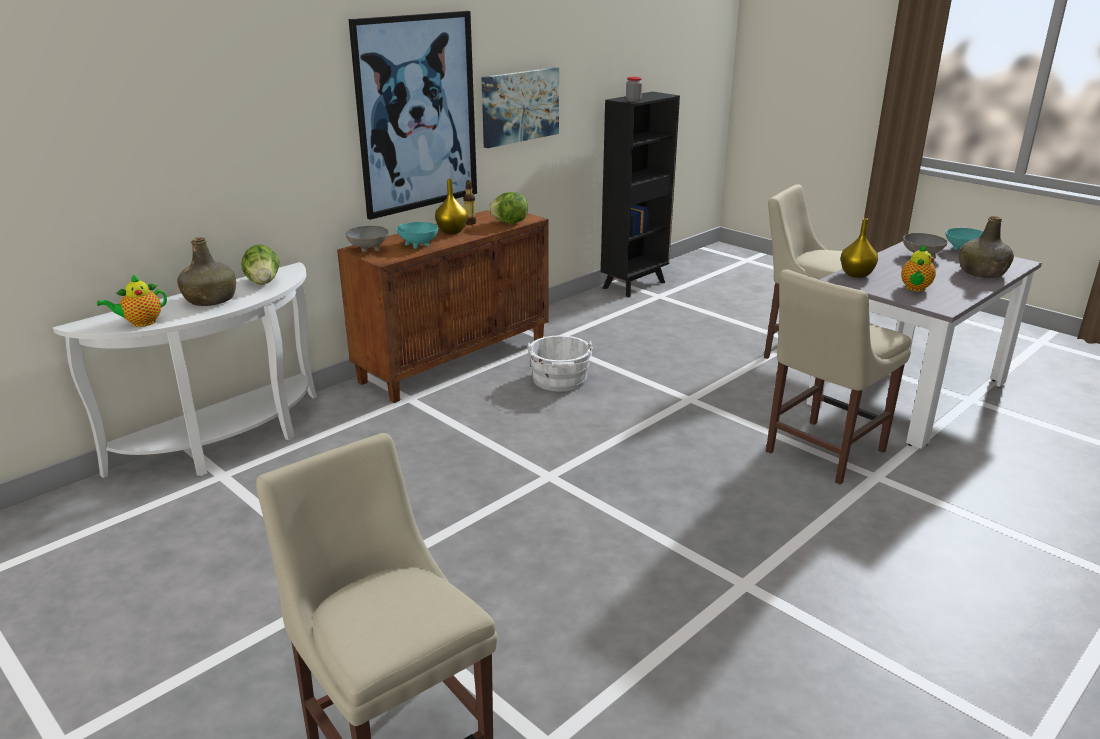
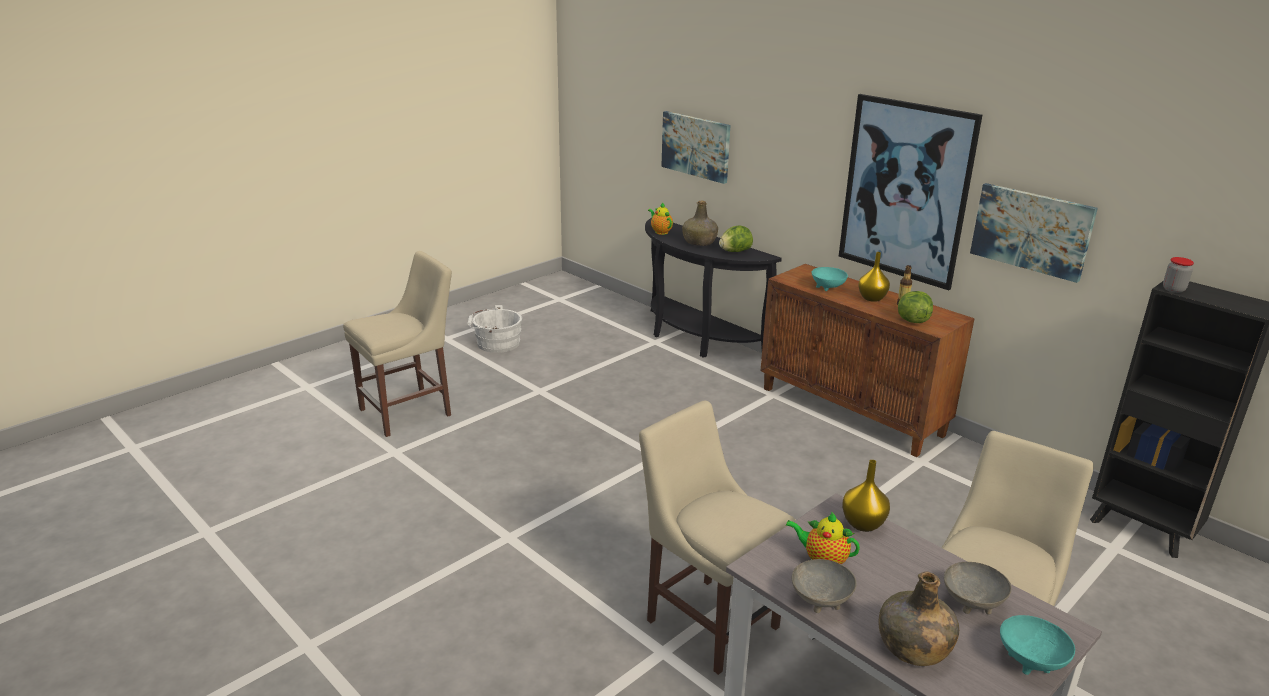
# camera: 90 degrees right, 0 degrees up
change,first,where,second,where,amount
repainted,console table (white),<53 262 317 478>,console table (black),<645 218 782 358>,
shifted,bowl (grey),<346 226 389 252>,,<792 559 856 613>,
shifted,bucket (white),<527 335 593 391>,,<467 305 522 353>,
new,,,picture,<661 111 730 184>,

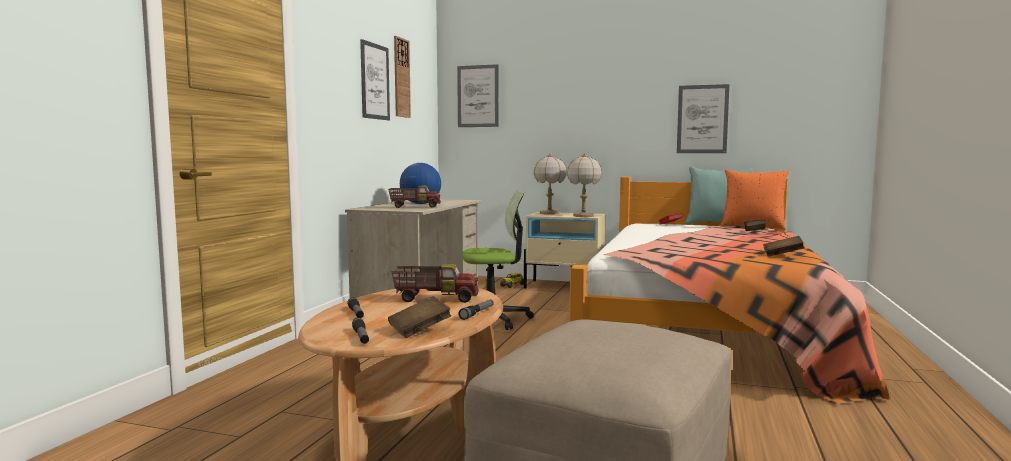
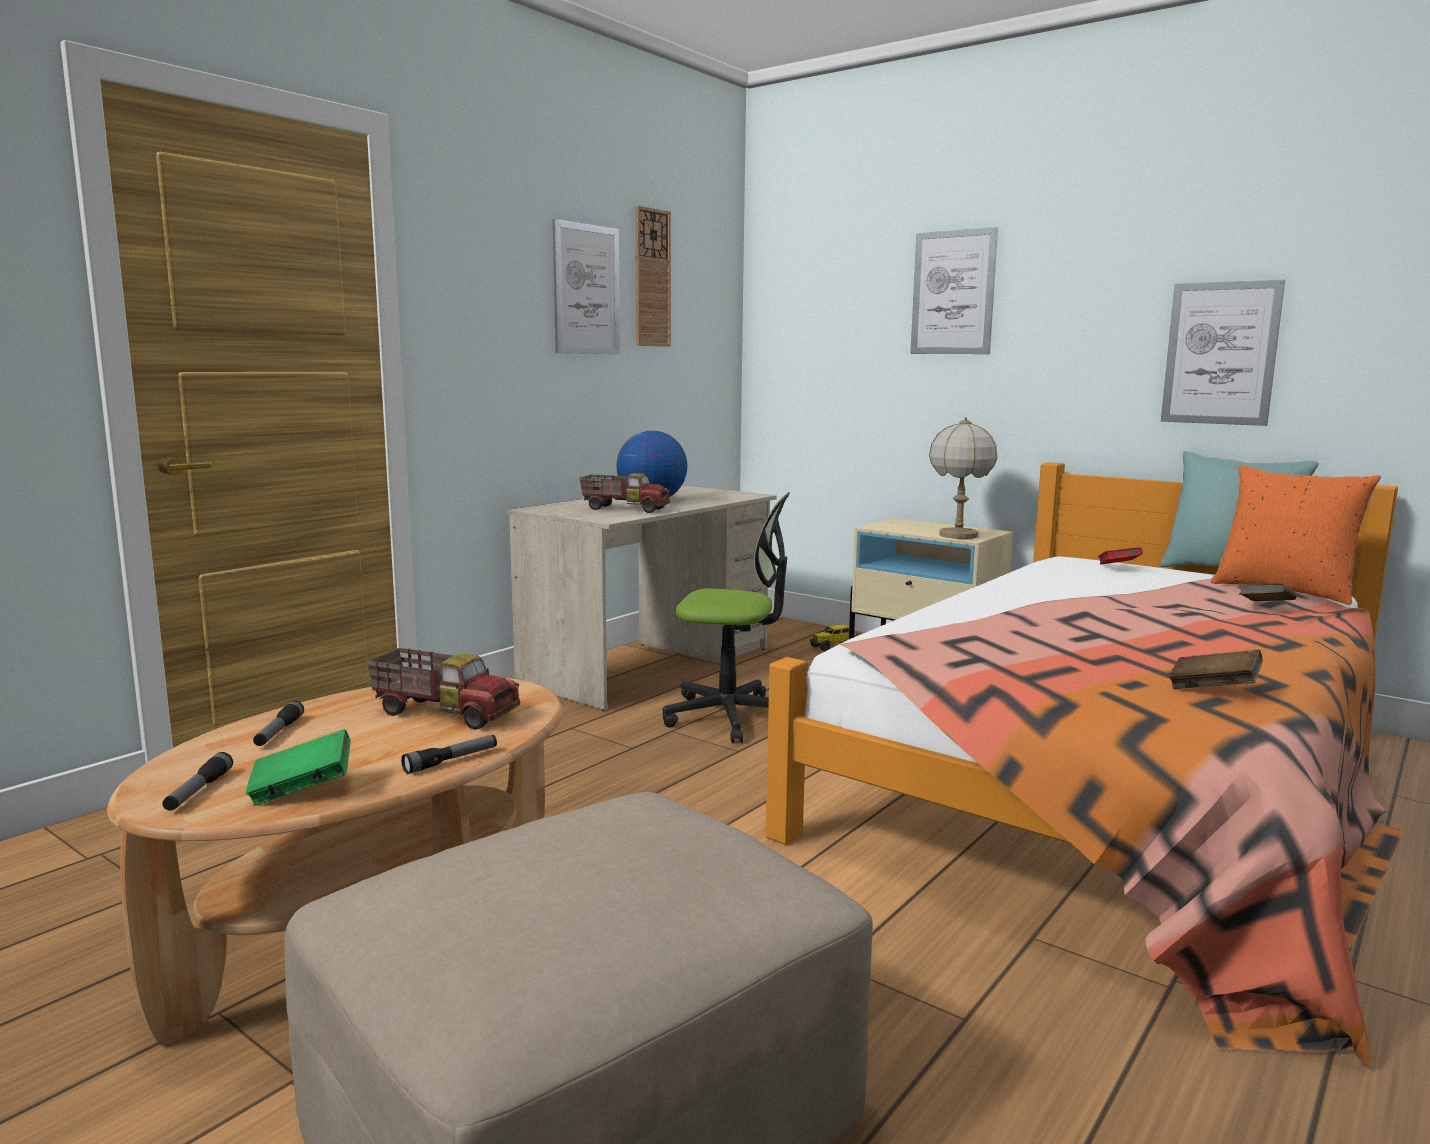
# camera: 20 degrees right, 5 degrees up
change,first,where,second,where,amount
repainted,book (brown),<388 296 451 338>,book (green),<246 729 351 805>,
shifted,picture,<457 64 499 127>,,<910 227 998 354>,
gone,table lamp,<533 153 567 215>,,,

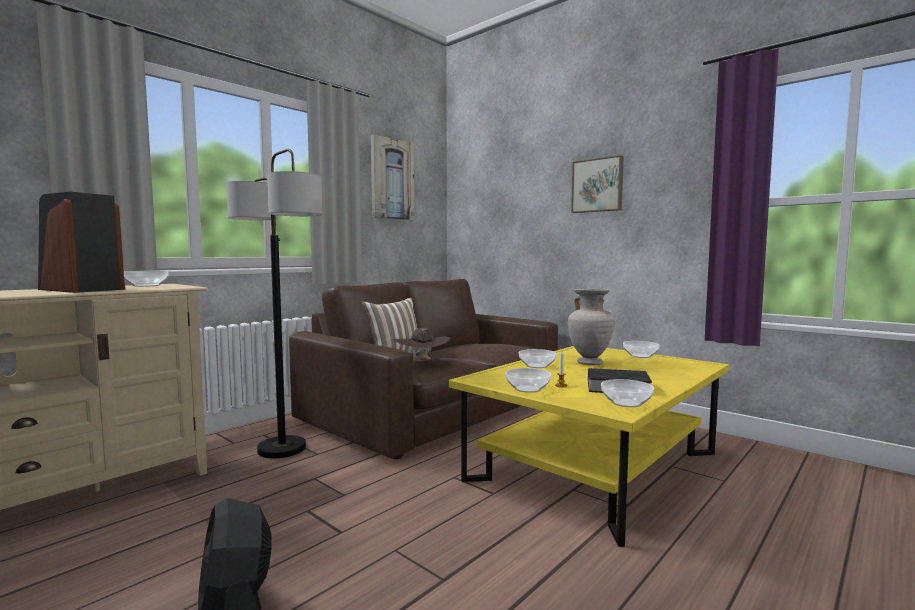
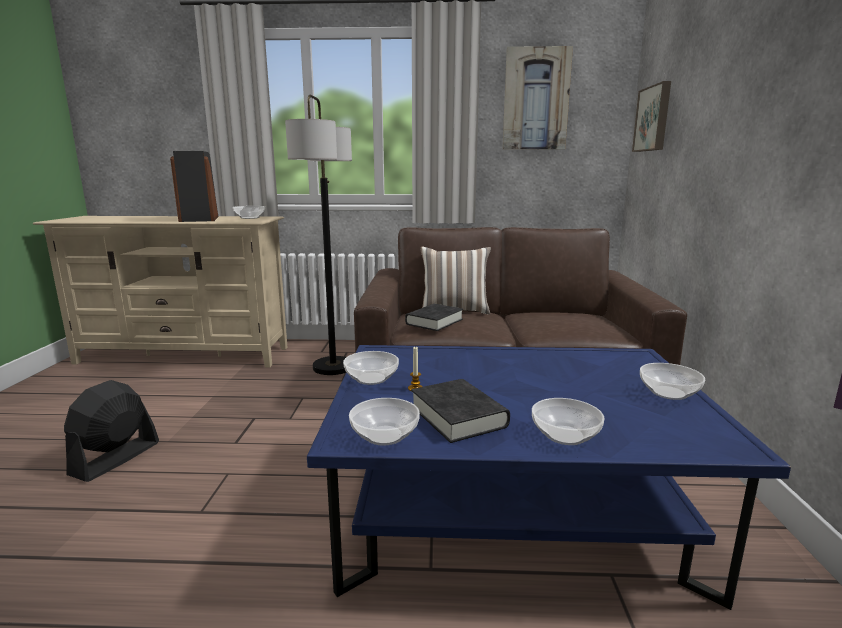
# camera: 50 degrees right, 10 degrees up
change,first,where,second,where,amount
swapped,hat (brown),<393 328 451 361>,book (black),<405 304 463 331>,
repainted,coffee table (yellow),<449 346 729 547>,coffee table (blue),<307 345 791 610>,
shifted,bowl,<519 349 557 368>,,<532 398 605 445>,
gone,vase (beige),<568 289 614 365>,,,
shifted,picture,<571 155 624 213>,,<632 81 671 152>,

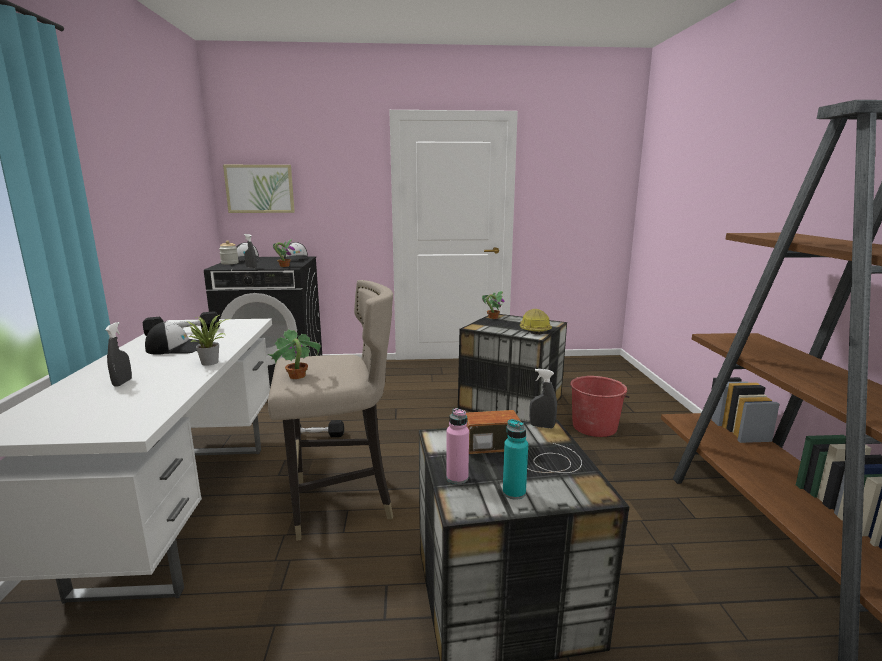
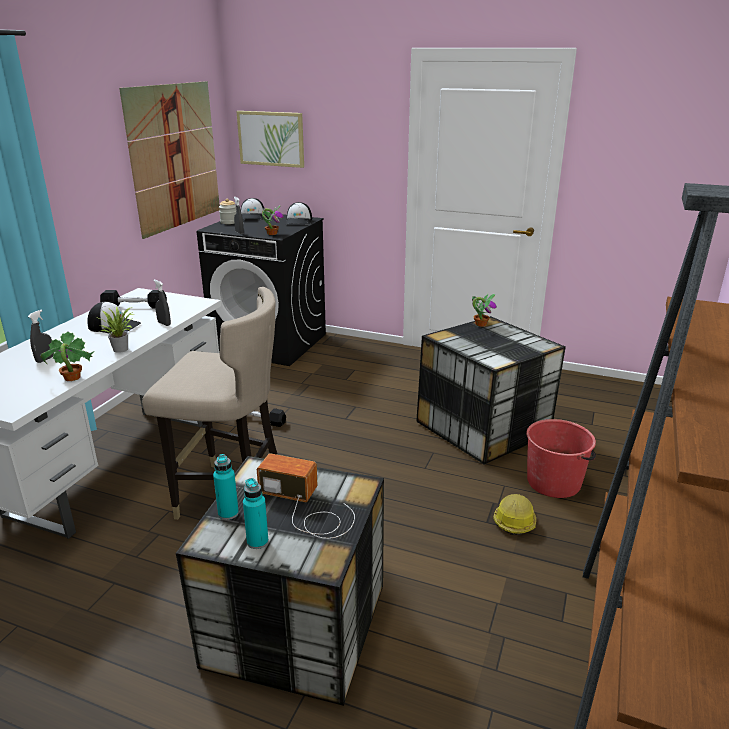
# camera: 25 degrees right, 10 degrees up
change,first,where,second,where,amount
shifted,potted plant,<268 329 321 379>,,<40 332 94 381>,
repainted,bottle (pink),<446 408 469 484>,bottle (turquoise),<213 454 239 520>,
shifted,hard hat,<520 309 552 335>,,<493 494 536 535>,
shifted,spray bottle (grey),<529 369 557 428>,,<153 280 171 326>,
new,,,picture,<119 81 220 239>,

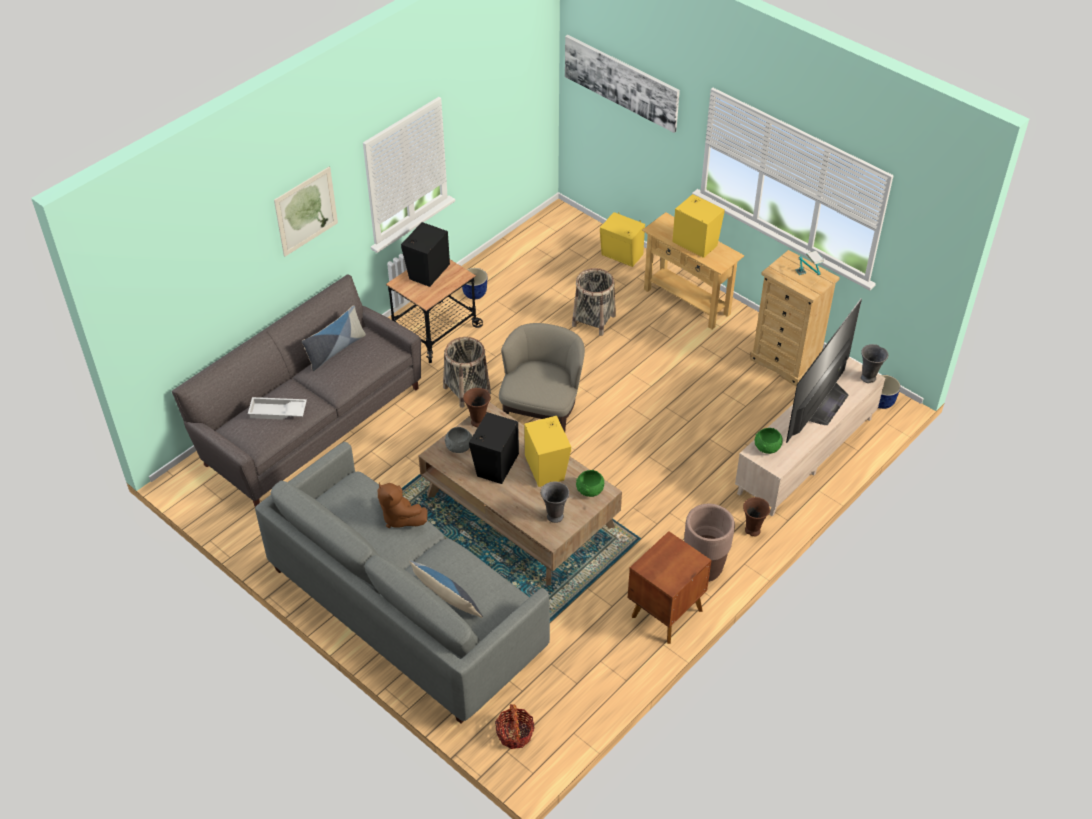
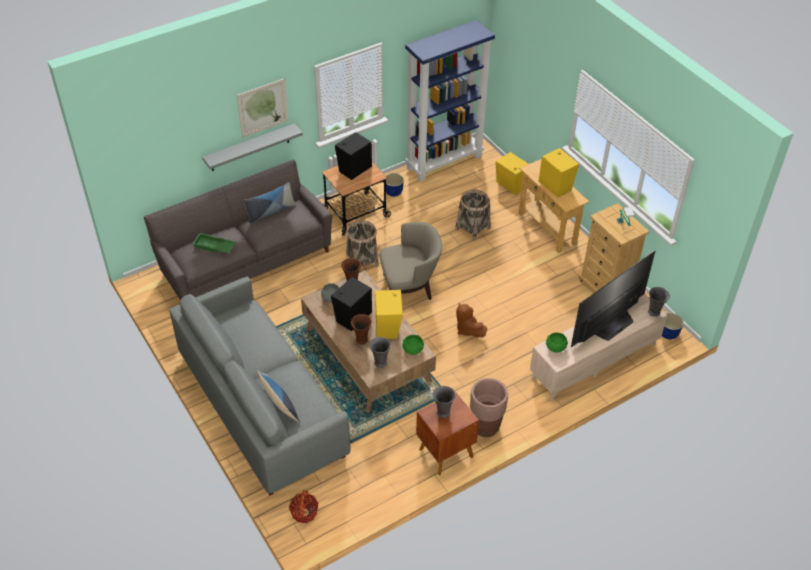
# camera: 15 degrees right, 0 degrees up
change,first,where,second,where,amount
repainted,tray (white),<248 397 307 420>,tray (green),<192 233 236 253>,
shifted,plush toy (brown),<378 483 428 528>,,<456 303 487 337>,
rotated,armchair (beige),<499 323 585 432>,,<380 222 442 300>,45 degrees clockwise
gone,picture,<565 35 680 133>,,,
shifted,vase (brown),<743 497 770 536>,,<351 314 372 345>,
new,,,shelf (grey),<202 123 303 171>,
new,,,bookcase (blue),<405 20 495 182>,
new,,,vase (grey),<433 386 456 418>,

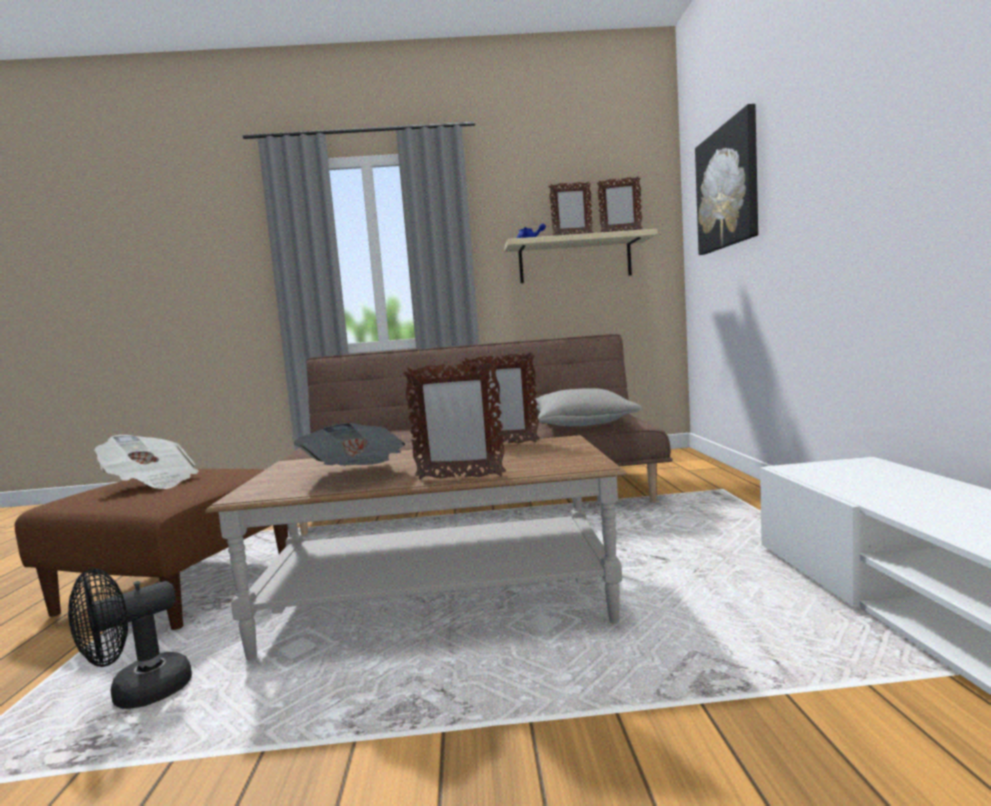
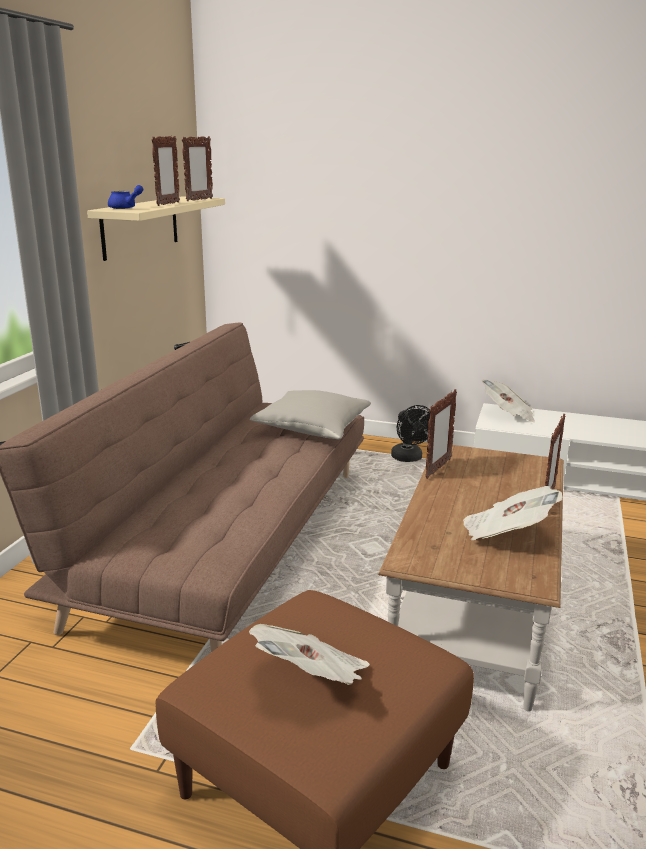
# camera: 70 degrees left, 15 degrees up
change,first,where,second,where,amount
shifted,fan (black),<68 568 192 709>,,<391 405 430 462>,
gone,picture,<695 104 758 255>,,,
new,,,newspaper,<482 379 535 422>,

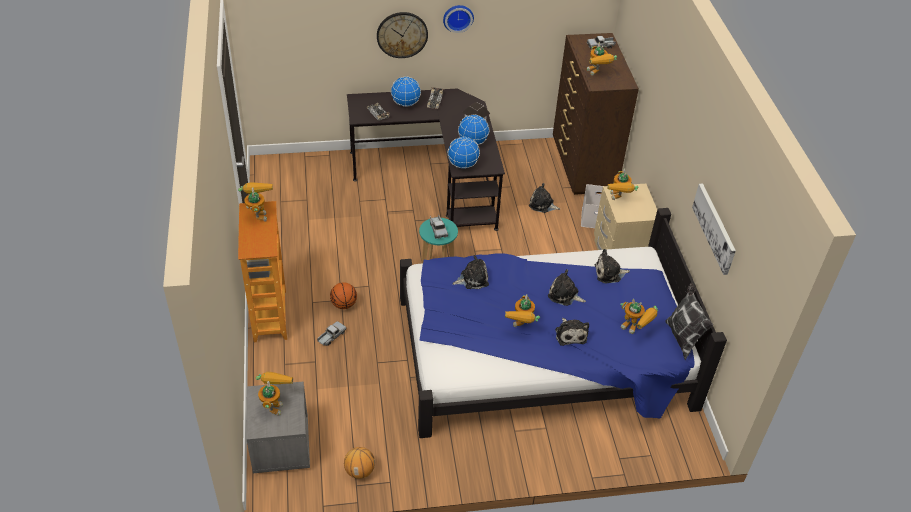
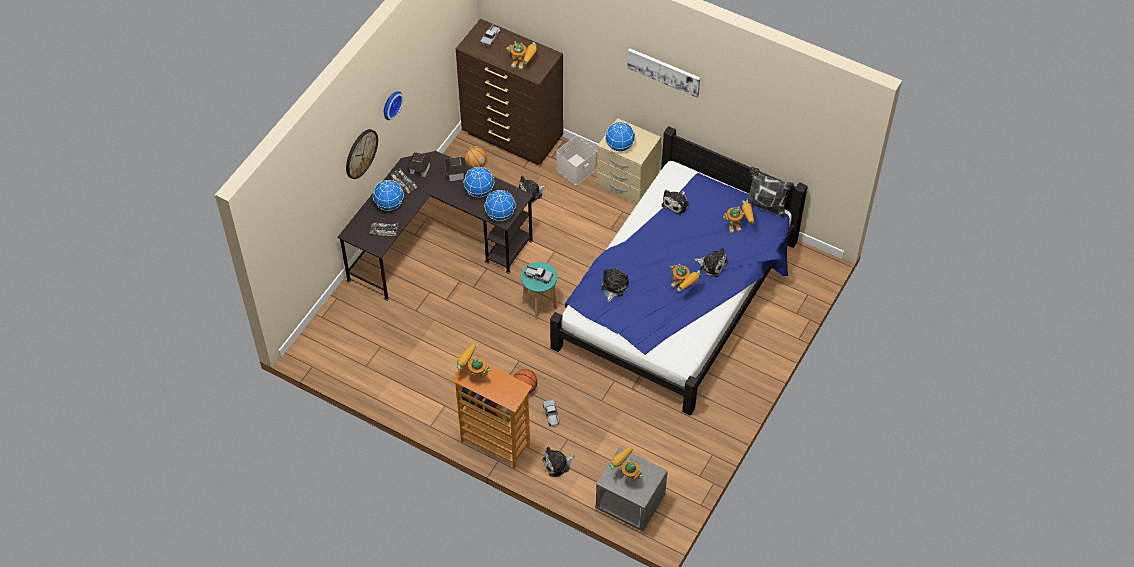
# camera: 50 degrees left, 10 degrees up
change,first,where,second,where,amount
shifted,basketball,<344 447 375 479>,,<464 146 487 168>,
shifted,plush toy,<548 269 586 306>,,<542 447 575 477>,
swapped,toy robot,<607 168 639 200>,globe,<605 122 635 152>,
shifted,picture,<692 184 736 275>,,<627 48 700 98>,
new,,,toy house,<407 152 431 177>,

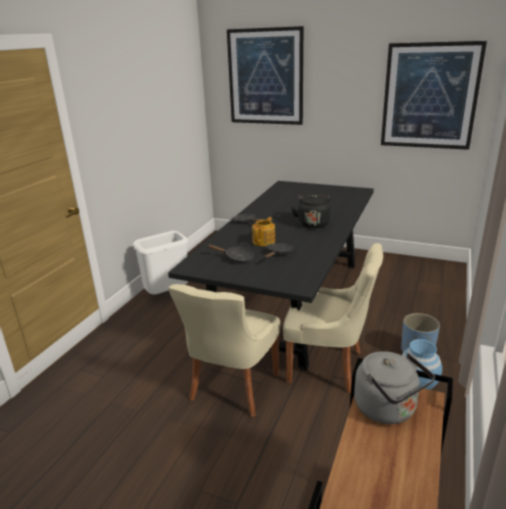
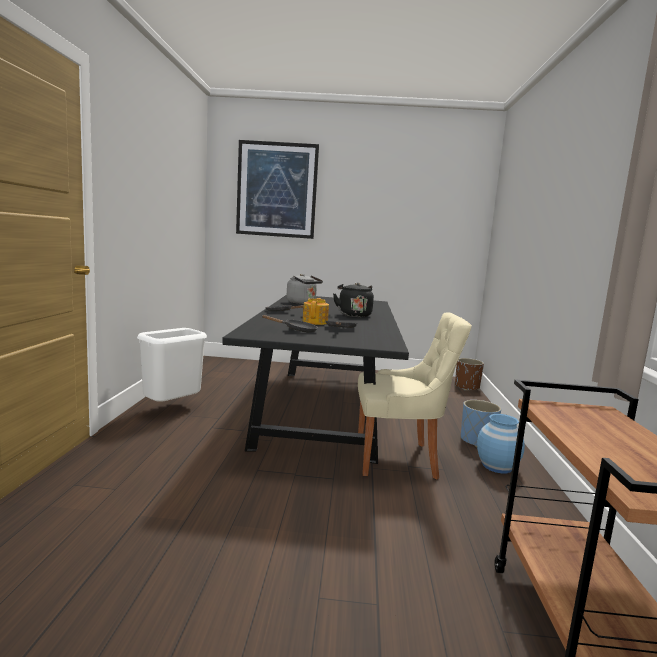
# camera: 20 degrees left, 15 degrees down
change,first,where,second,where,amount
gone,chair (beige),<168 284 280 417>,,,
shifted,kettle (grey),<354 351 435 424>,,<287 274 323 304>,
gone,picture,<381 41 487 150>,,,
new,,,planter (brown),<455 358 484 390>,

